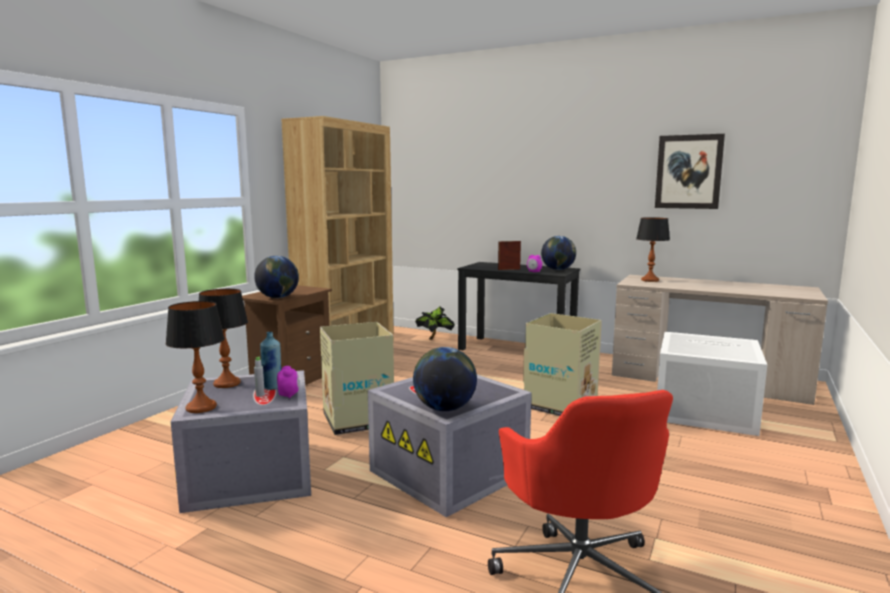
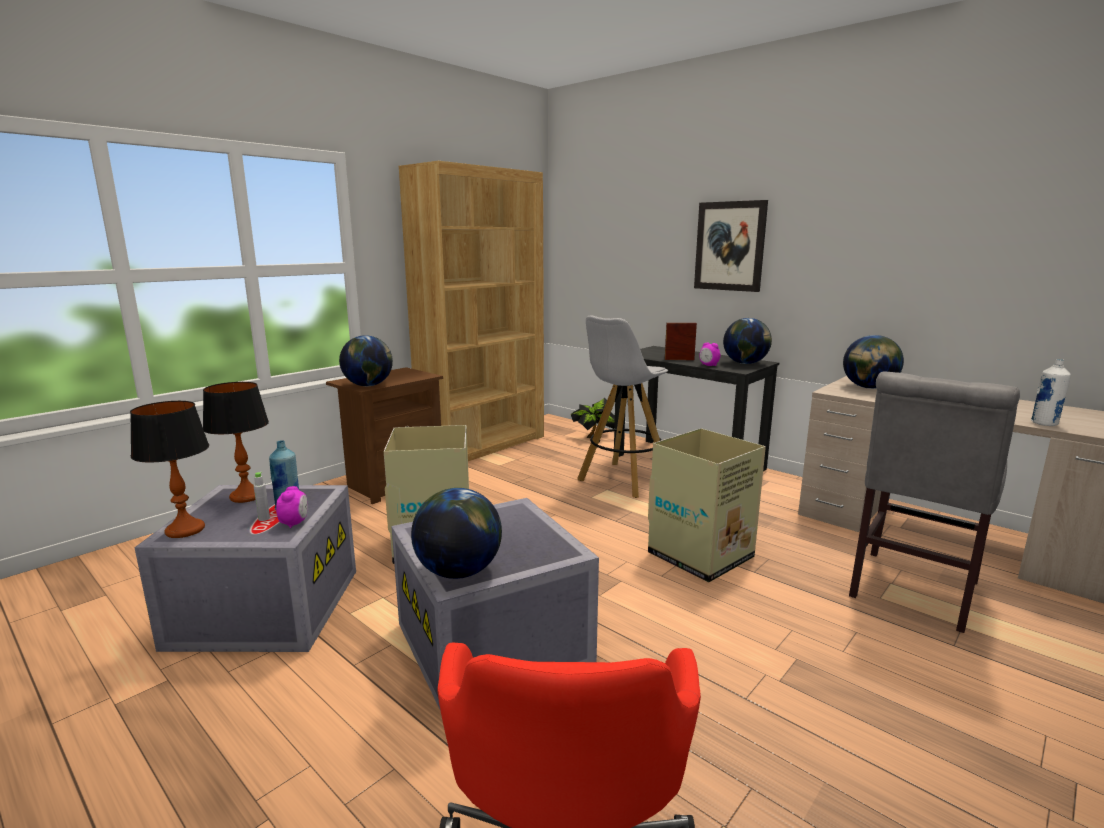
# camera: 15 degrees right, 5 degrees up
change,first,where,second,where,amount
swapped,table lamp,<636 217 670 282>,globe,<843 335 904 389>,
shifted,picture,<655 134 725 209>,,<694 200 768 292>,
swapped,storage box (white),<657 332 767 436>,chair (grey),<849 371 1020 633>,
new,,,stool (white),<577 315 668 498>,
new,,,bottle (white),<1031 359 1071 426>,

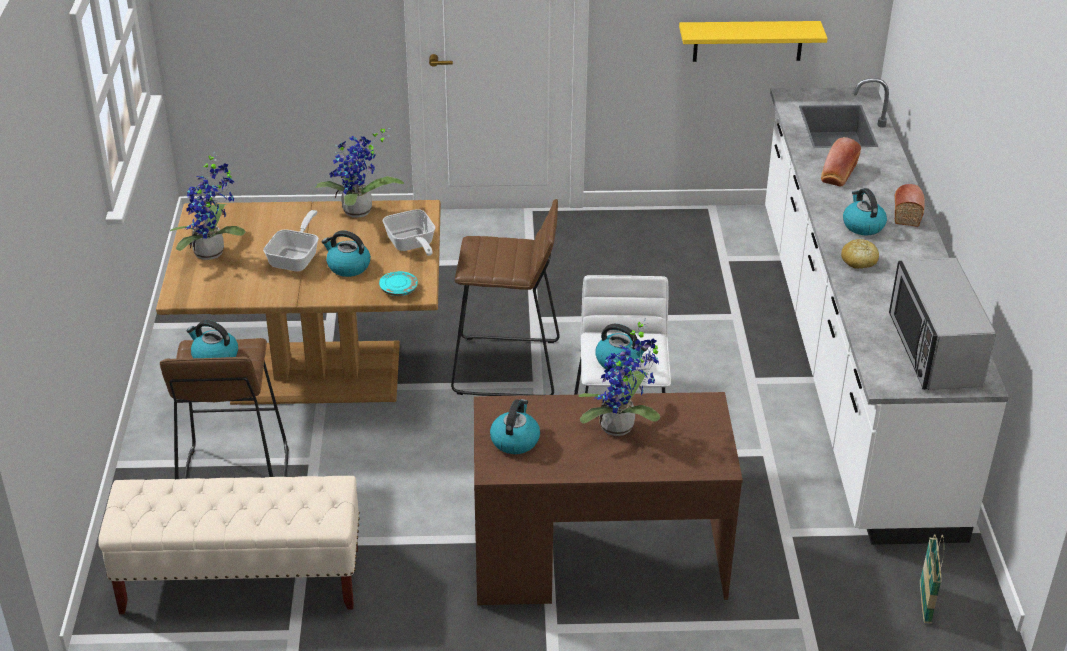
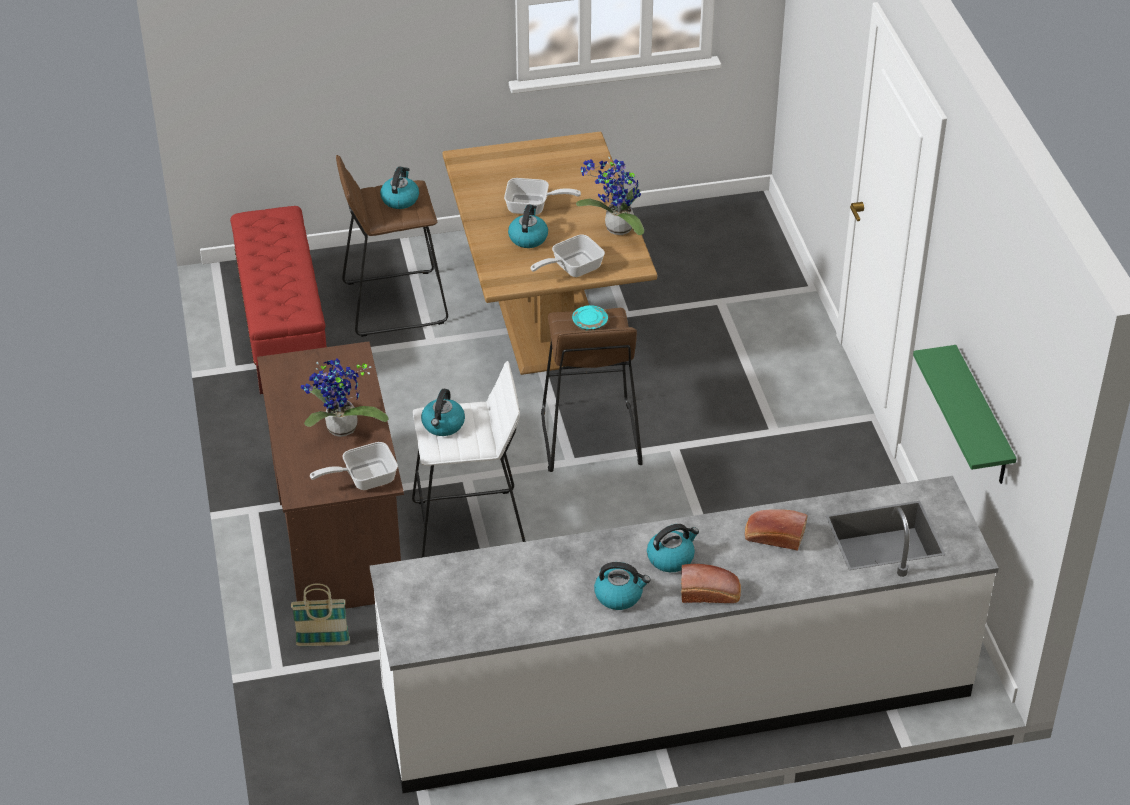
# camera: 80 degrees right, 5 degrees up
change,first,where,second,where,amount
repainted,bench (beige),<98 476 360 614>,bench (red),<230 206 327 394>,
gone,potted plant,<170 152 245 260>,,,
shifted,plate (turquoise),<379 271 418 296>,,<572 305 608 331>,
shifted,kettle,<490 399 540 454>,,<594 562 651 610>,
repainted,shelf (yellow),<679 21 828 62>,shelf (green),<913 345 1017 484>,
gone,bread,<841 239 879 269>,,,
gone,microwave,<889 258 996 390>,,,
shifted,basket,<920 534 944 624>,,<291 583 350 646>,
new,,,frying pan,<310 442 398 490>,

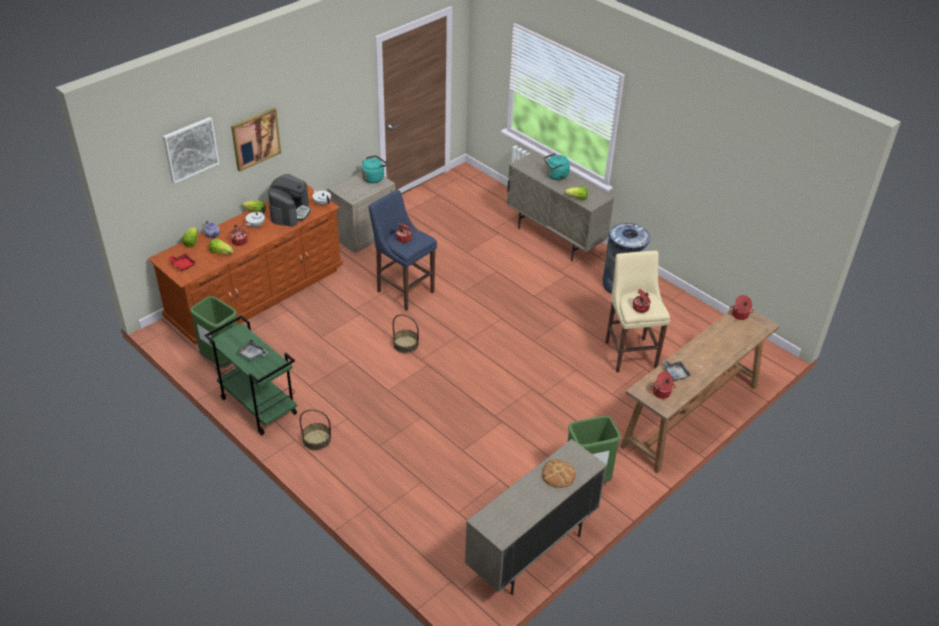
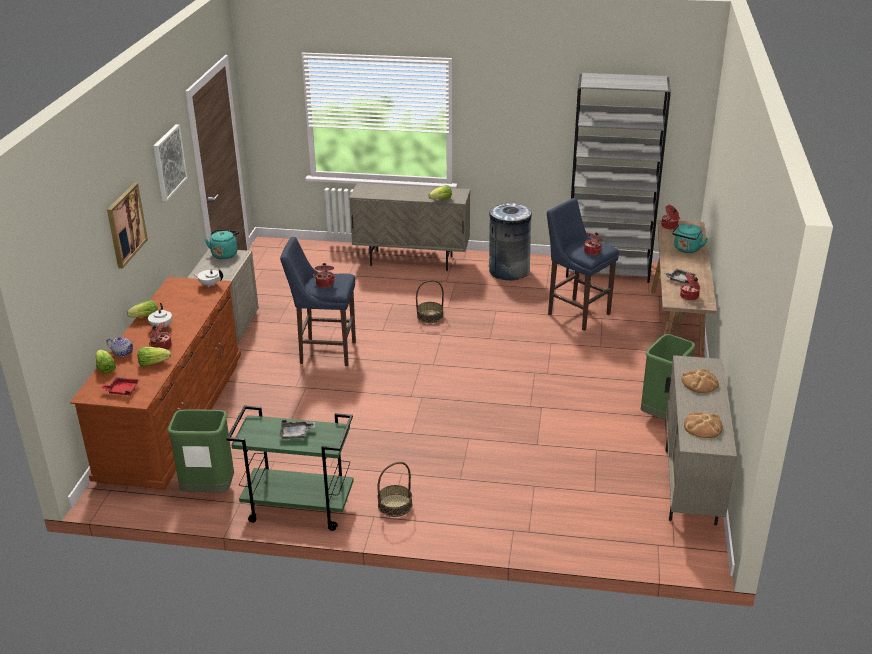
# camera: 35 degrees left, 10 degrees down
change,first,where,second,where,amount
shifted,picture,<163 117 219 184>,,<154 124 187 201>,
gone,coffee machine,<268 174 311 227>,,,
shifted,basket,<393 314 419 354>,,<416 280 444 323>,
shifted,kettle (turquoise),<544 153 570 180>,,<672 224 708 253>,
repainted,stool (beige),<605 251 670 372>,stool (blue),<547 198 619 331>,
new,,,bookcase (grey),<566 73 671 283>,
new,,,bread,<684 412 723 438>,

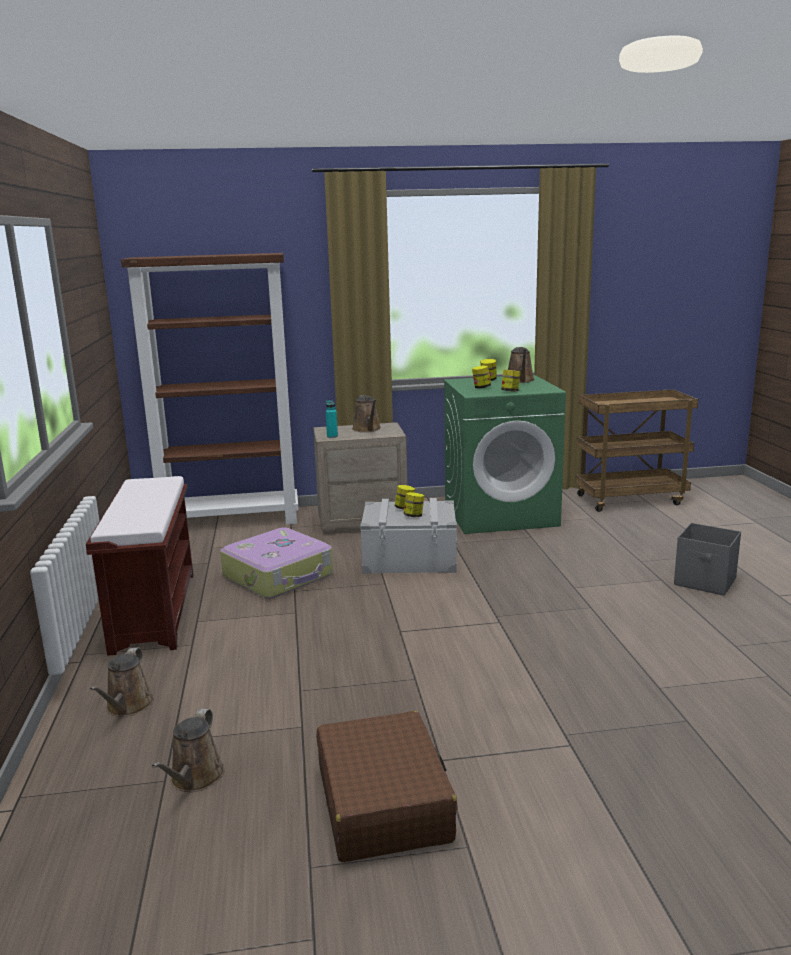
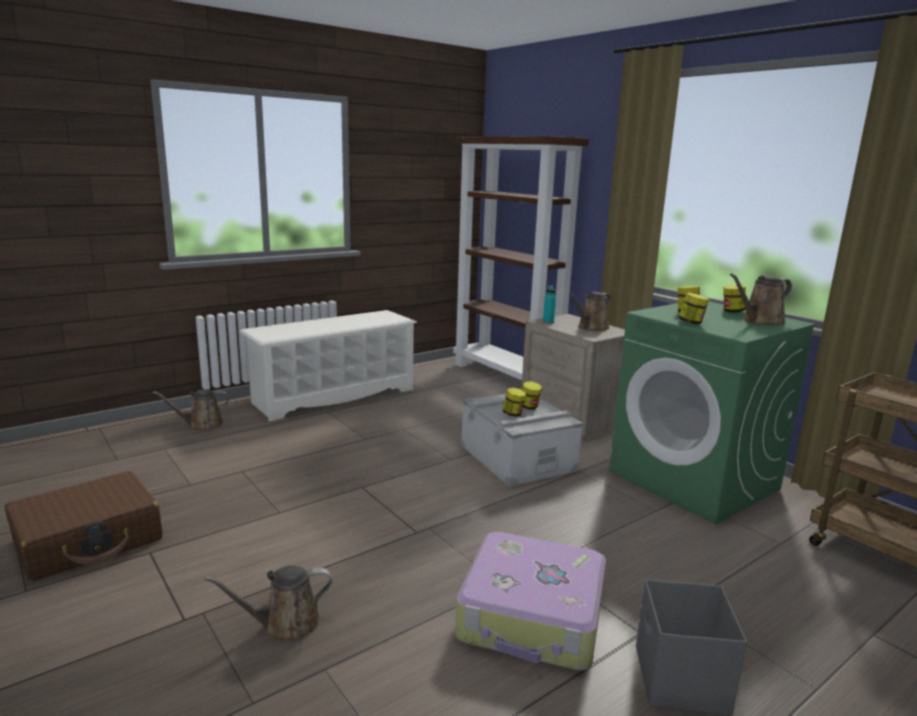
# camera: 60 degrees right, 0 degrees up
change,first,where,second,where,amount
swapped,bench (brown),<86 476 194 656>,shoe rack (white),<239 310 417 422>,
shifted,watering can (brown),<152 709 225 792>,,<205 565 332 642>,
shifted,suitcase,<220 527 333 598>,,<455 532 606 671>,

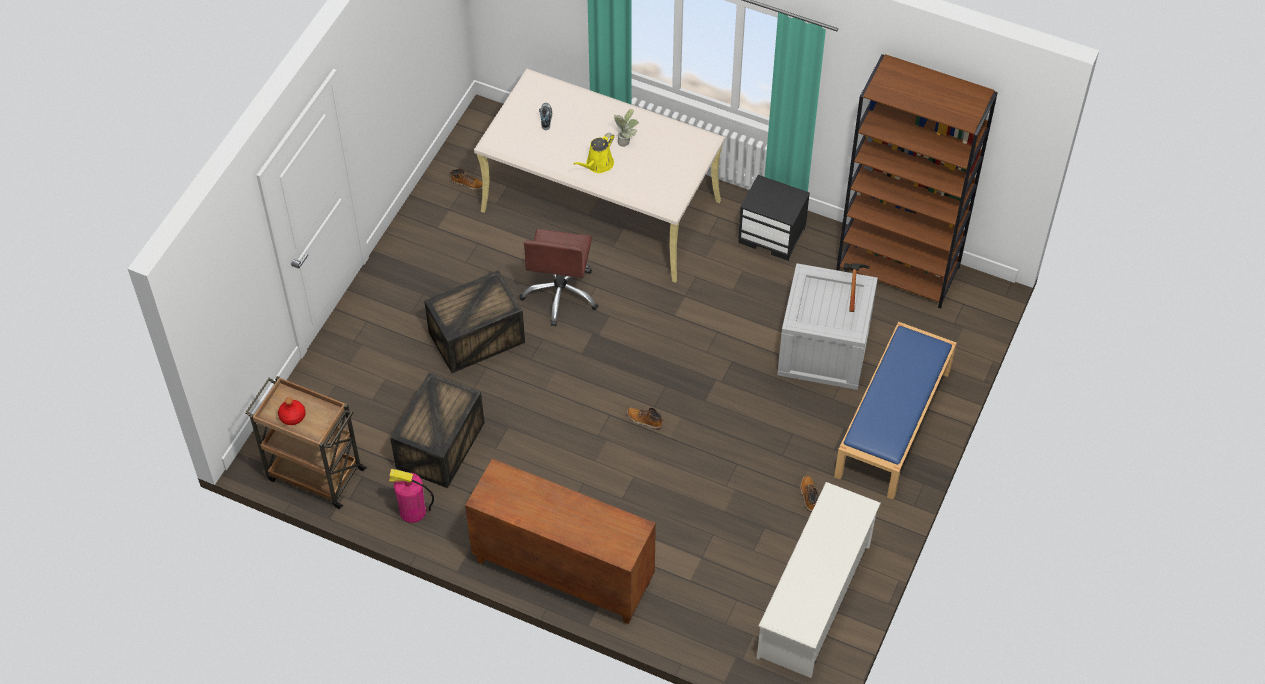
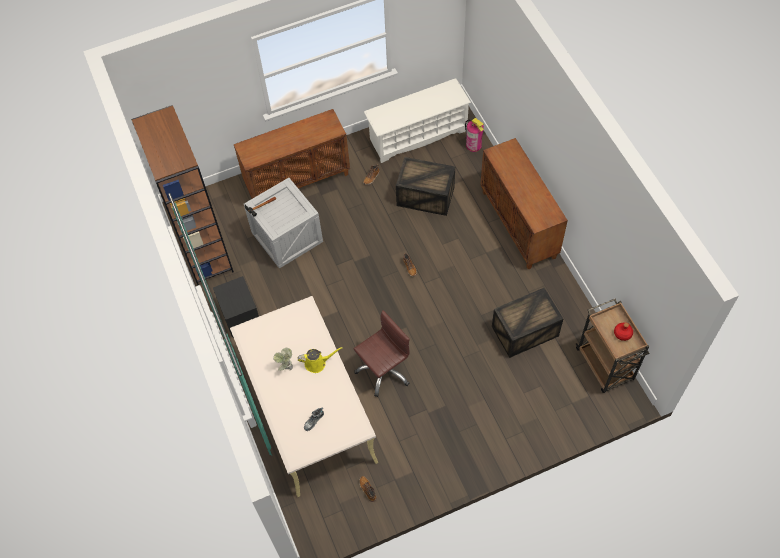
# camera: 135 degrees left, 5 degrees up
change,first,where,second,where,amount
shifted,fire extinguisher,<389 469 434 523>,,<465 118 484 152>,
shifted,crate,<424 270 525 373>,,<396 157 455 216>,
swapped,bench (blue),<834 322 957 499>,cabinet (brown),<234 109 350 199>,

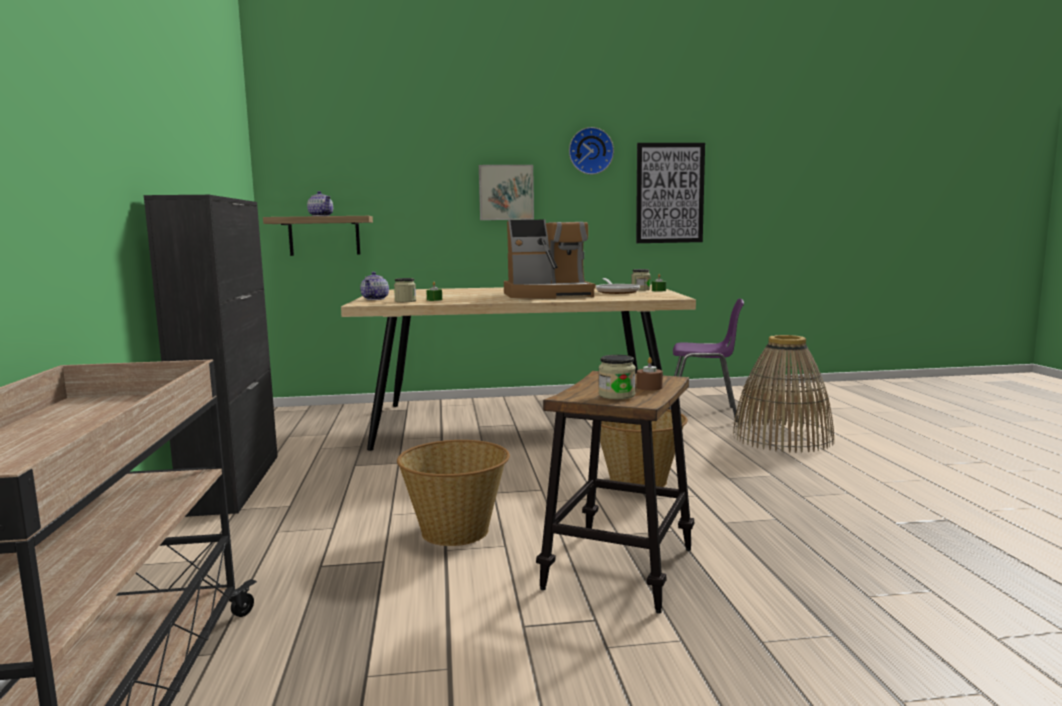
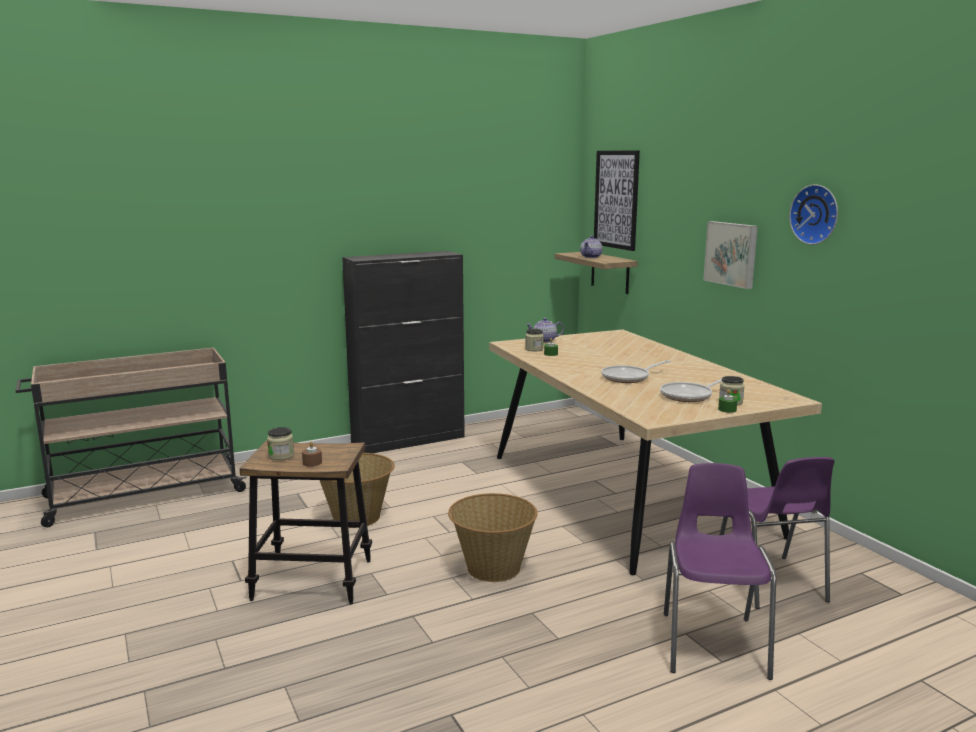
# camera: 70 degrees right, 5 degrees up
change,first,where,second,where,amount
swapped,coffee machine,<504 220 595 299>,frying pan,<601 360 671 383>,
shifted,picture,<636 143 705 243>,,<594 150 640 251>,
swapped,basket,<733 335 834 453>,chair (purple),<664 463 776 680>,

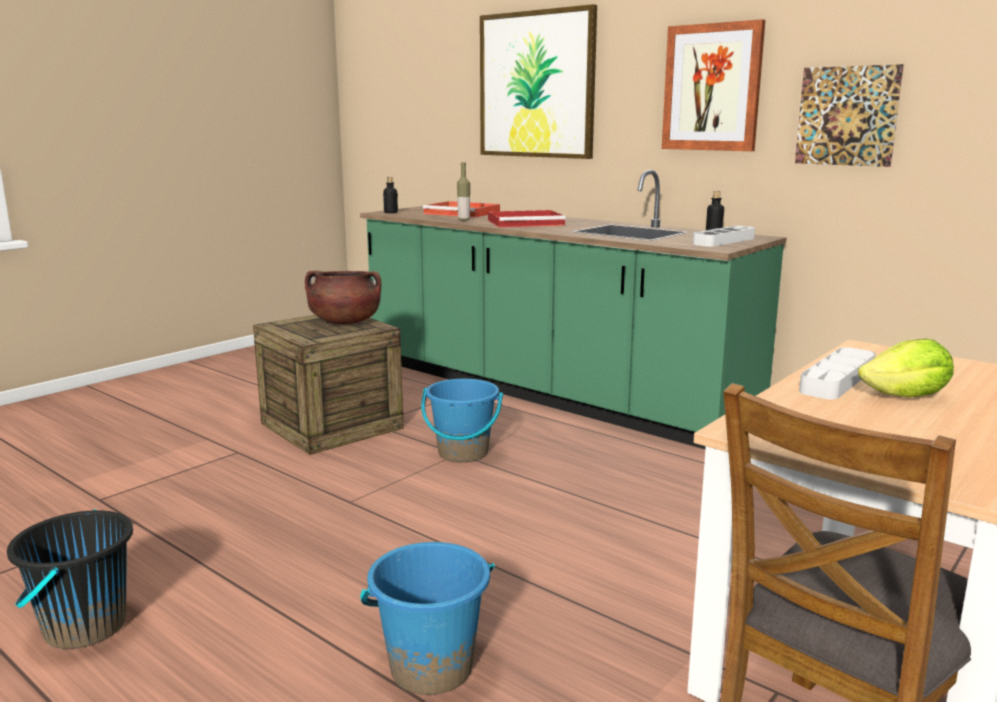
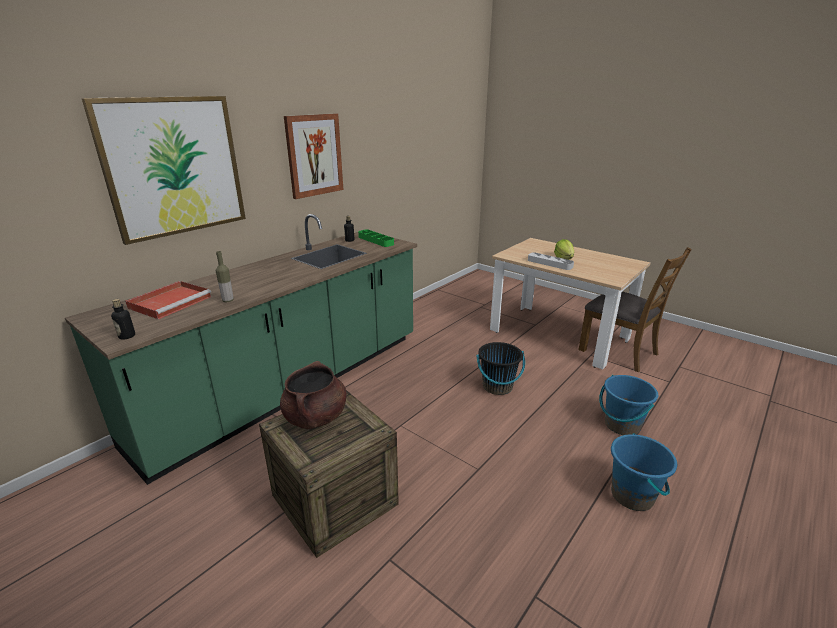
# camera: 90 degrees left, 10 degrees up
change,first,where,second,where,amount
shifted,bucket (black),<7 509 133 649>,,<476 342 525 395>,
shifted,bucket (blue),<421 379 503 462>,,<611 433 677 511>,
gone,tray (red),<488 210 565 227>,,,
repainted,tray (grey),<693 226 755 247>,tray (green),<358 230 394 247>,
gone,picture,<795 64 904 167>,,,

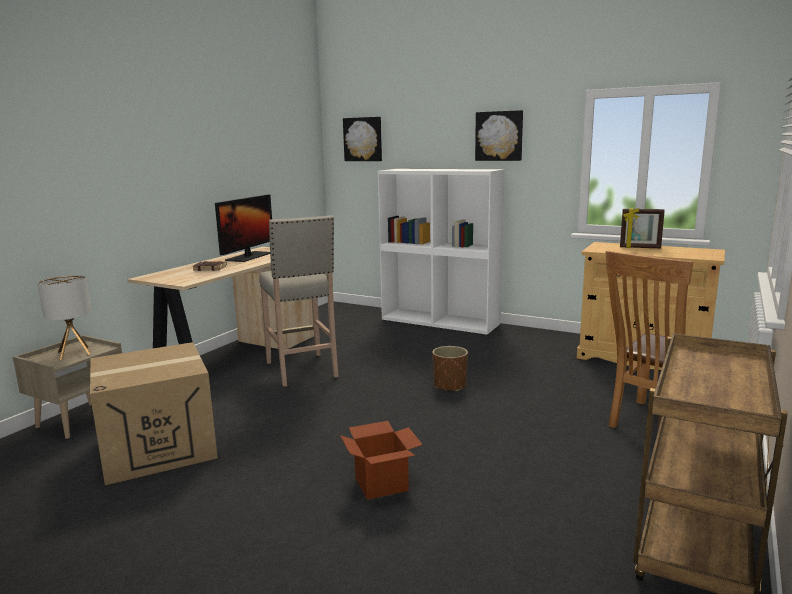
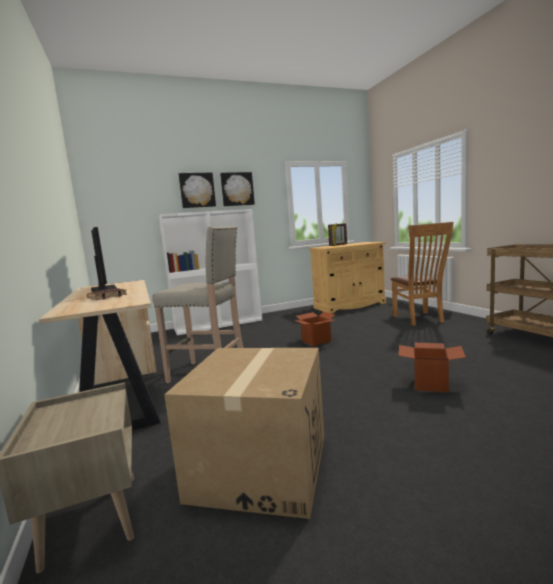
# camera: 50 degrees left, 5 degrees down
change,first,where,second,where,amount
gone,table lamp,<37 275 91 360>,,,
shifted,picture,<343 117 382 161>,,<179 173 216 208>,
swapped,planter (brown),<432 346 468 391>,cardboard box,<294 312 335 346>,

